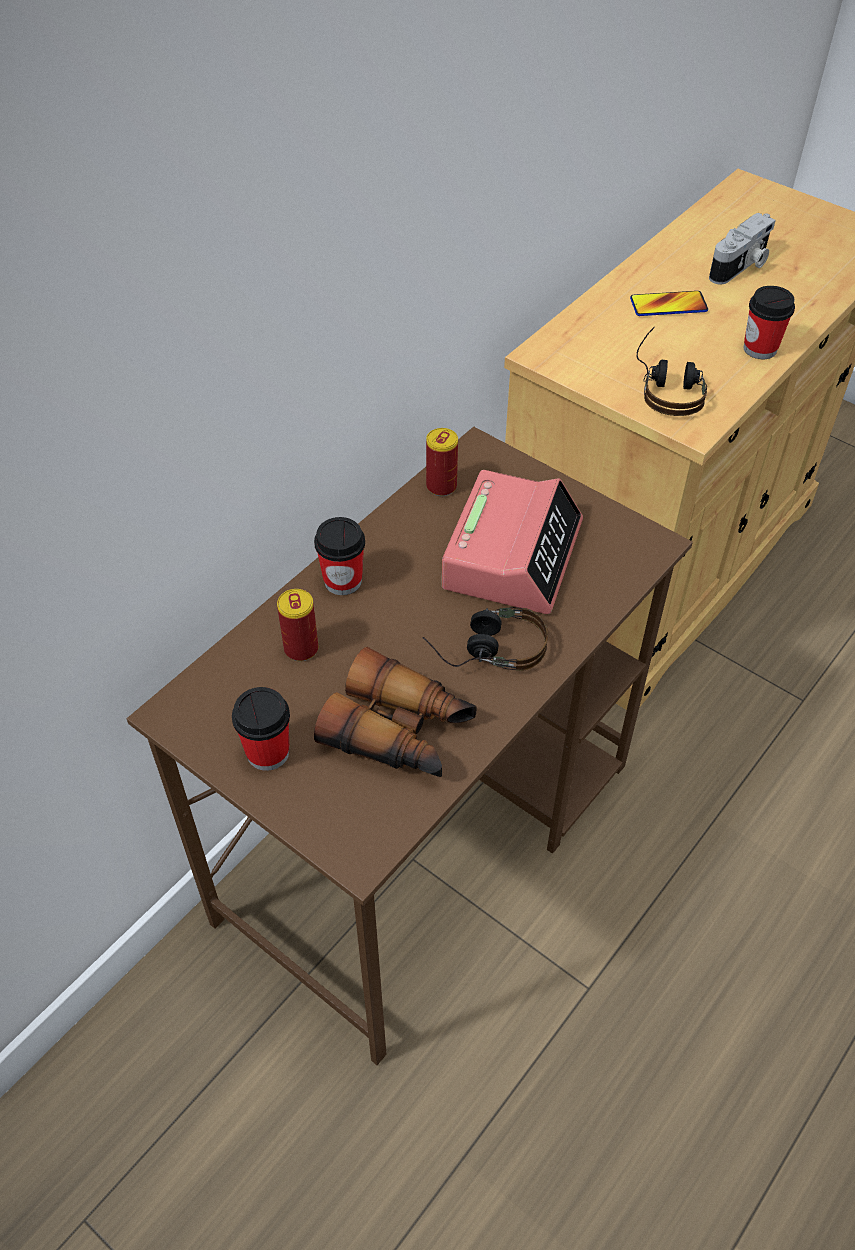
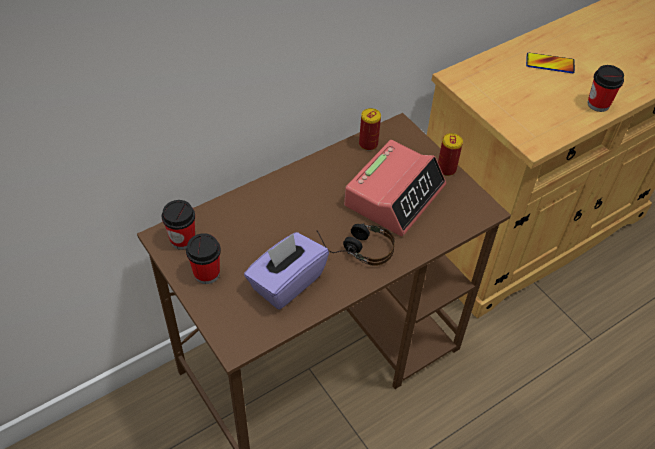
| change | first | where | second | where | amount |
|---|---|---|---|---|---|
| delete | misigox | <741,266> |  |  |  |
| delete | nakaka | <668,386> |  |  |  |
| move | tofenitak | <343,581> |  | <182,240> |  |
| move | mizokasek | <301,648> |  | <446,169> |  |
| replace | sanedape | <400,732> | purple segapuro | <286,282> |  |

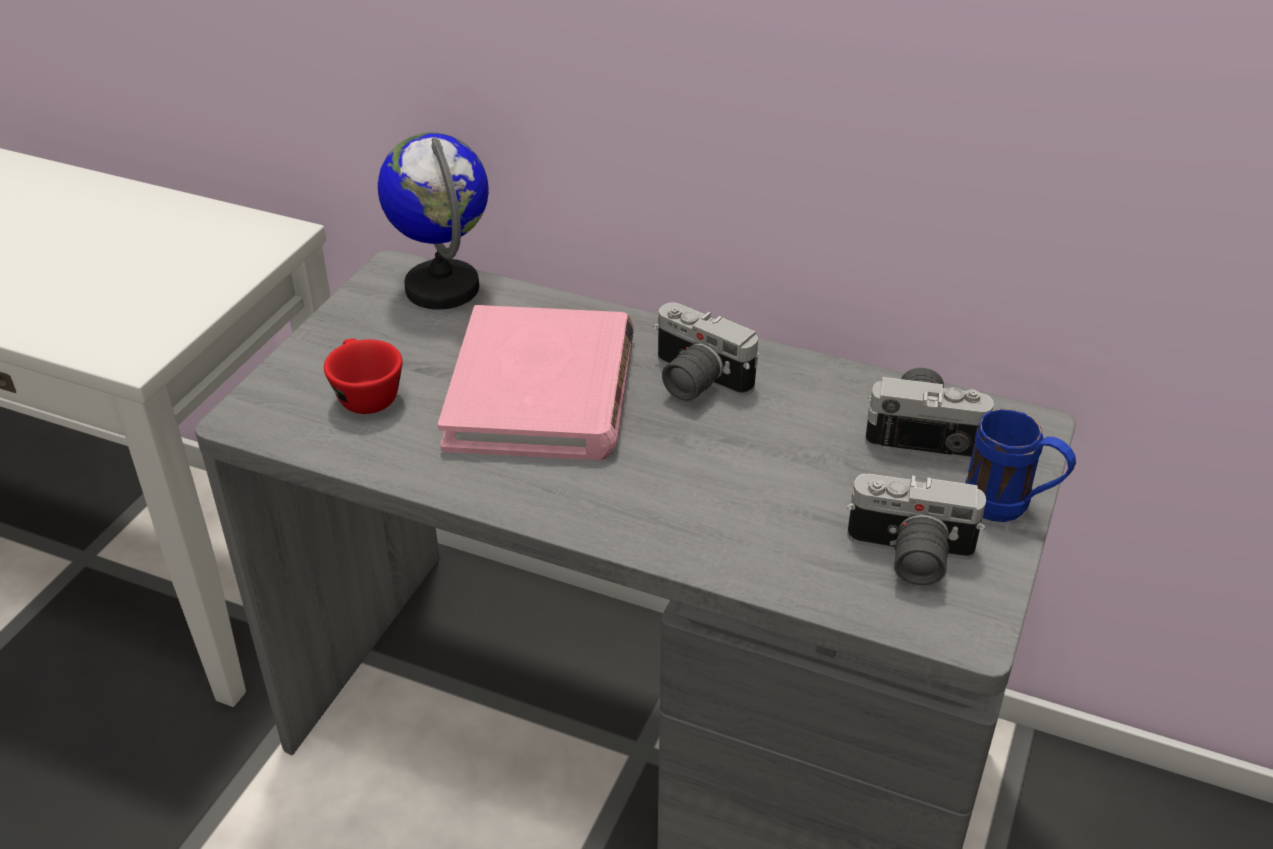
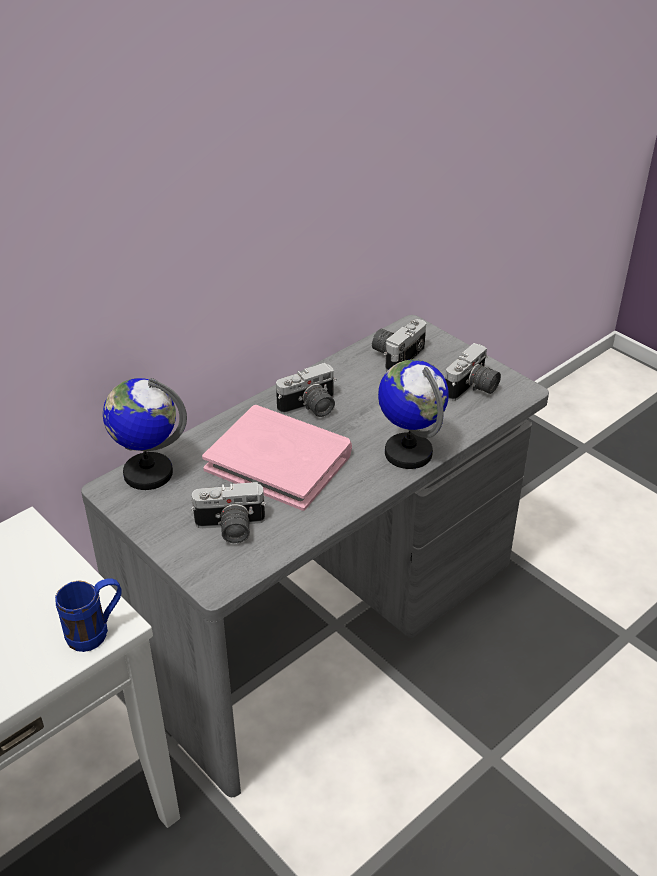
| change | first | where | second | where | amount |
|---|---|---|---|---|---|
| replace | red tofenitak | <364,394> | misigox | <230,529> |  |
| move | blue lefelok | <1009,508> |  | <96,633> |  |
| insert |  |  | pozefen | <408,452> |  |

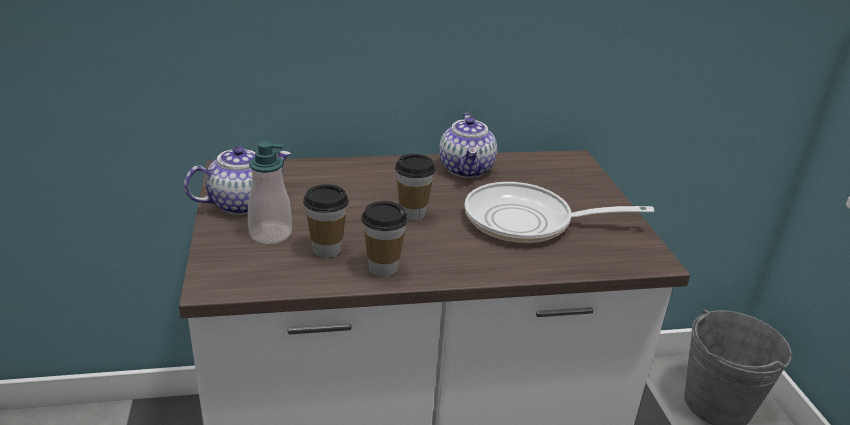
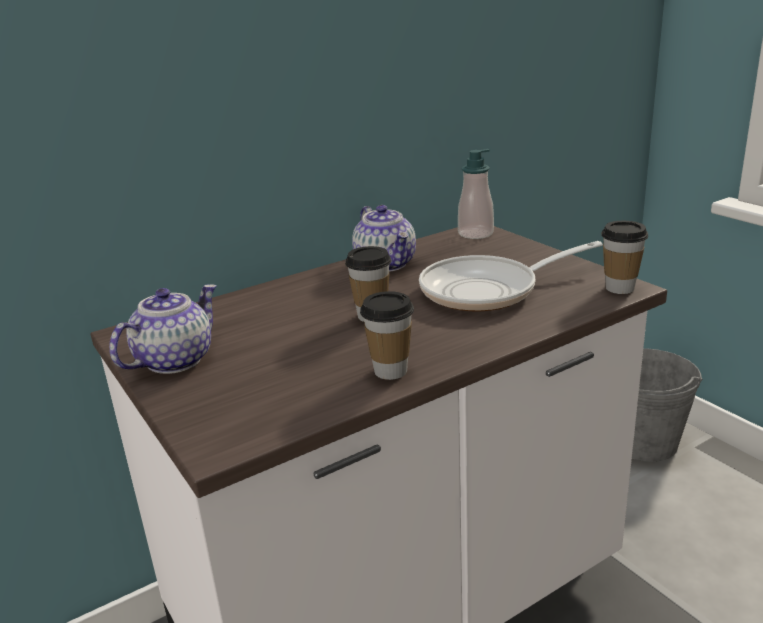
| change | first | where | second | where | amount |
|---|---|---|---|---|---|
| move | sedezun | <270,234> |  | <475,233> |  |
| move | tofenitak | <326,250> |  | <619,288> |  |

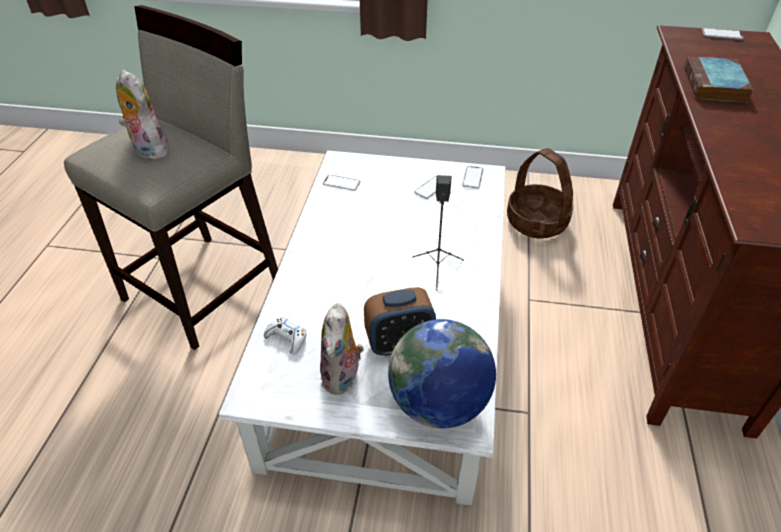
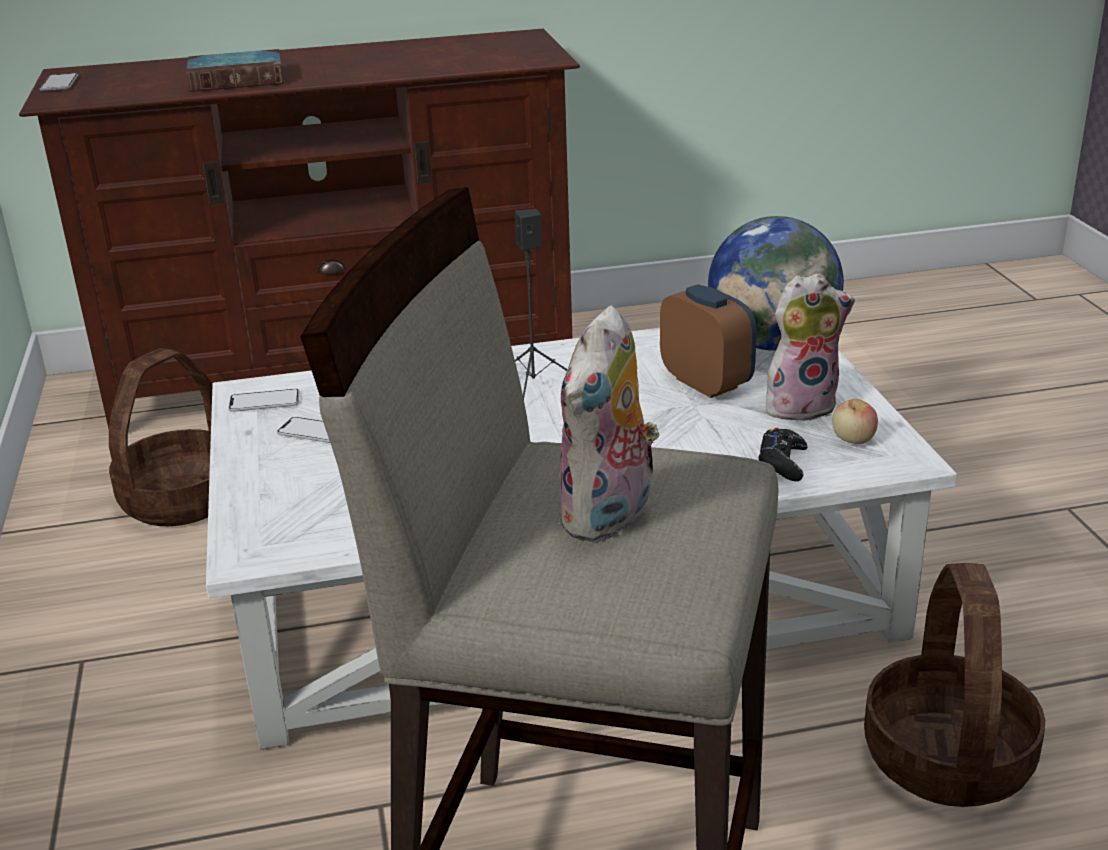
| change | first | where | second | where | amount |
|---|---|---|---|---|---|
| delete | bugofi | <341,183> |  |  |  |
| recolor | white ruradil | <287,338> | black ruradil | <782,463> |  |
| insert |  |  | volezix | <853,440> |  |
| insert |  |  | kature | <945,757> |  |

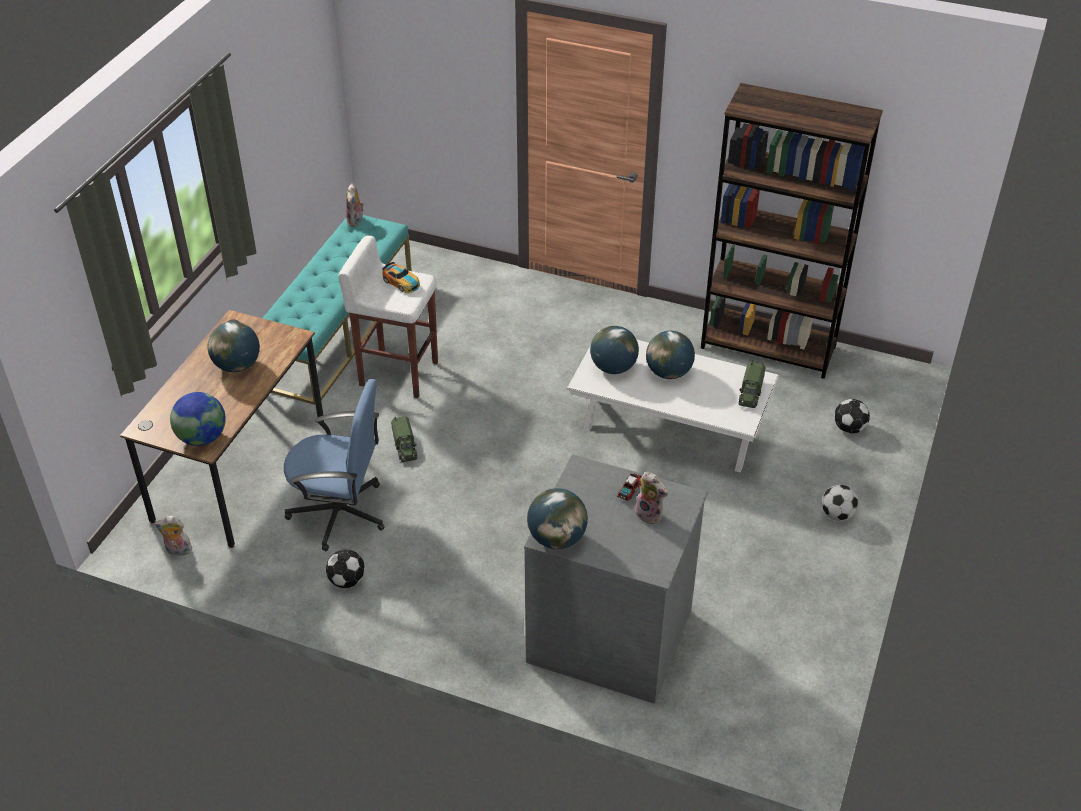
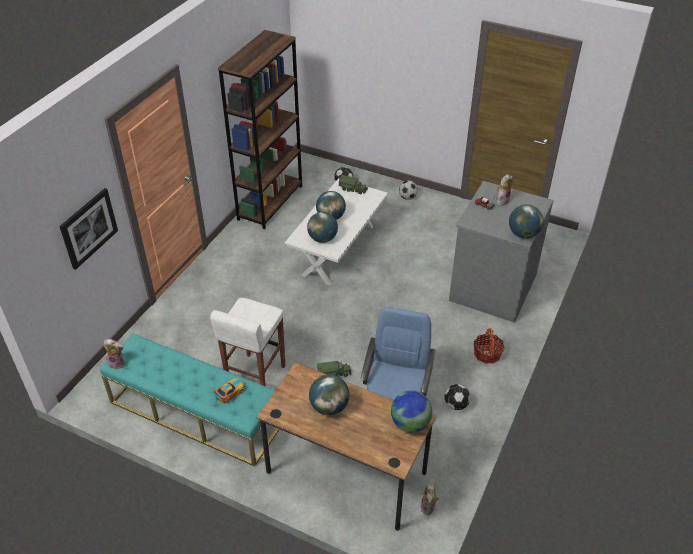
| change | first | where | second | where | amount |
|---|---|---|---|---|---|
| move | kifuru | <401,282> |  | <230,392> |  |
| insert |  |  | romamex | <88,228> |  |
| insert |  |  | kature | <487,354> |  |

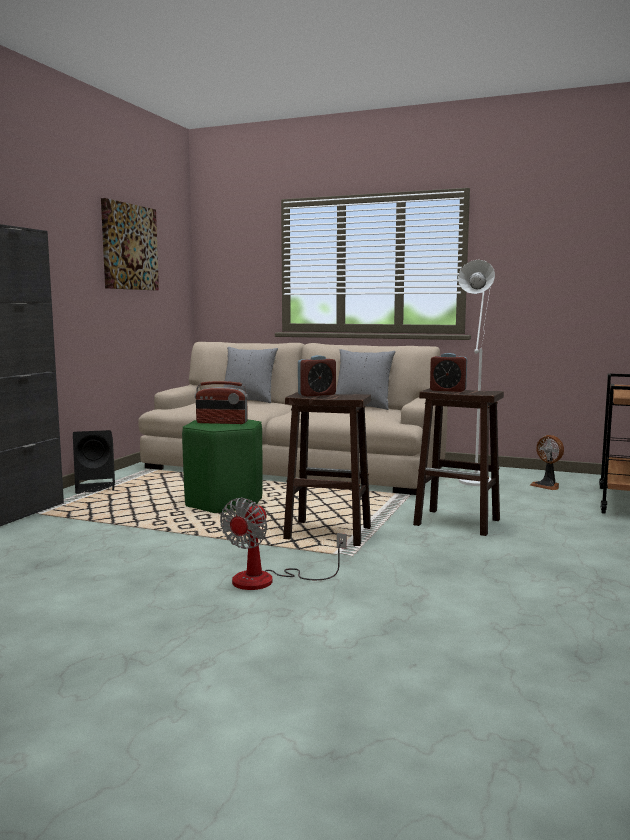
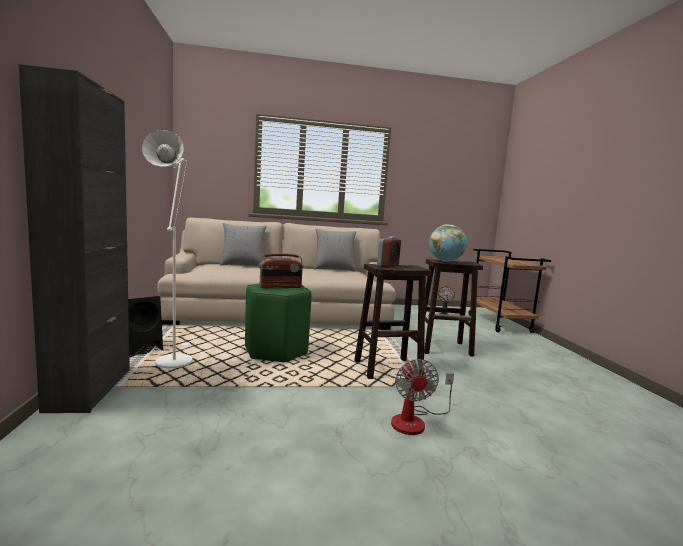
| change | first | where | second | where | amount |
|---|---|---|---|---|---|
| delete | romamex | <129,247> |  |  |  |
| move | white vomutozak | <475,480> |  | <174,359> |  |
| replace | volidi | <448,390> | pozefen | <445,261> |  |

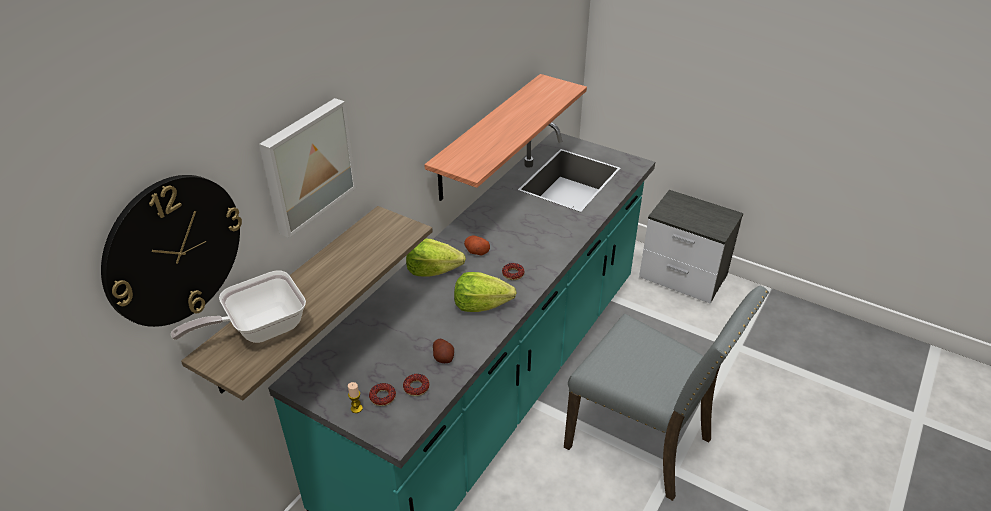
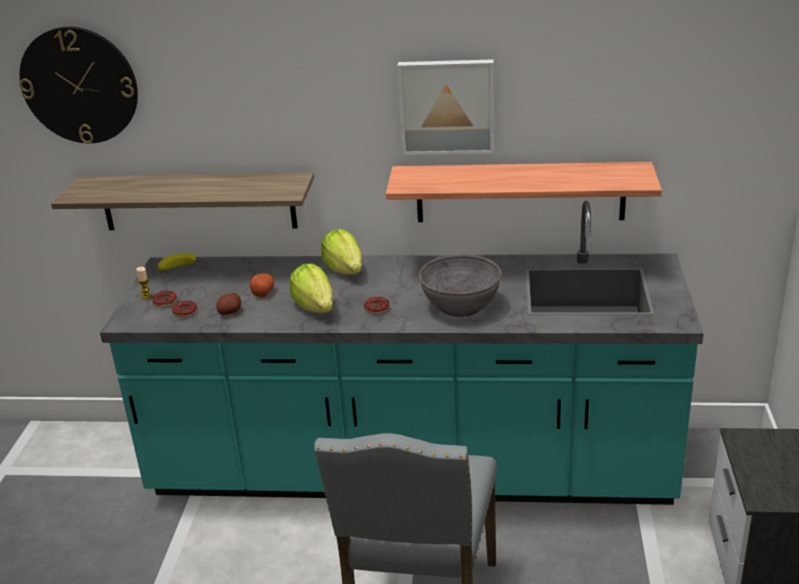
| change | first | where | second | where | amount |
|---|---|---|---|---|---|
| move | romamex | <307,165> |  | <447,106> |  |
| move | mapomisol | <476,251> |  | <262,292> |  |
| delete | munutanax | <259,329> |  |  |  |
| insert |  |  | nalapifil | <177,268> |  |
| insert |  |  | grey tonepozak | <460,305> |  |

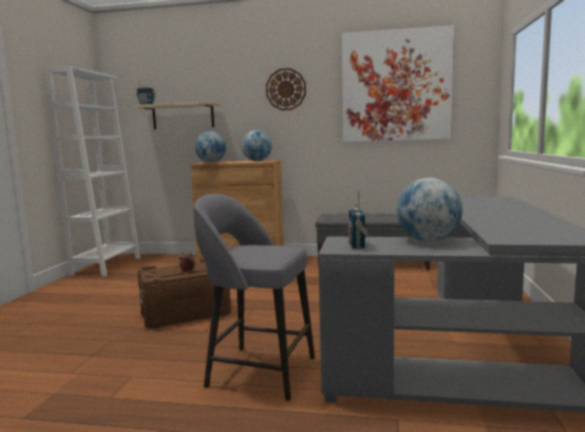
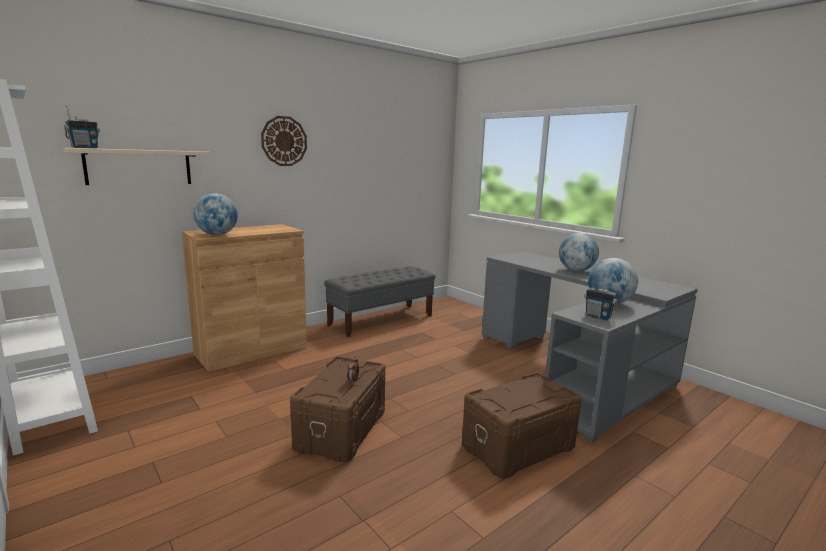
| change | first | where | second | where | amount |
|---|---|---|---|---|---|
| delete | romamex | <396,86> |  |  |  |
| move | pozefen | <257,161> |  | <576,270> |  |
| replace | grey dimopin | <258,371> | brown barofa | <517,446> |  |

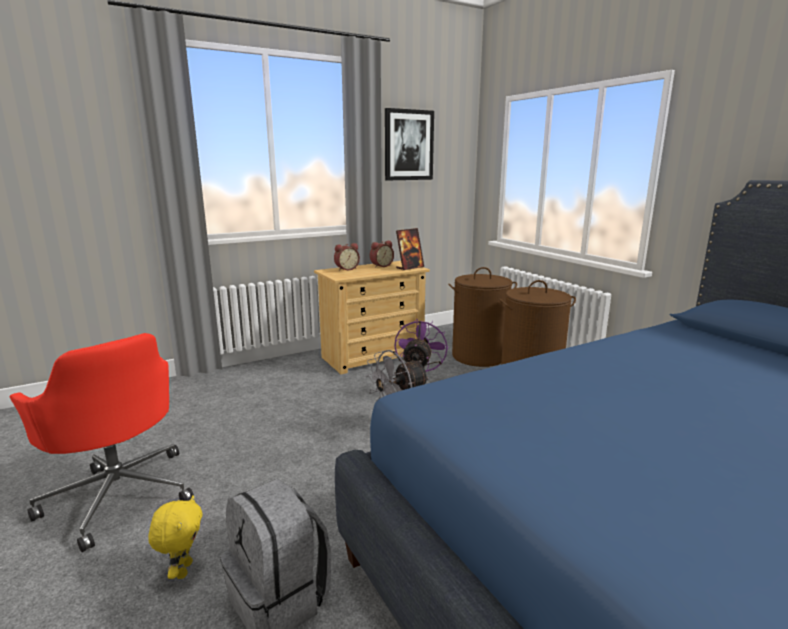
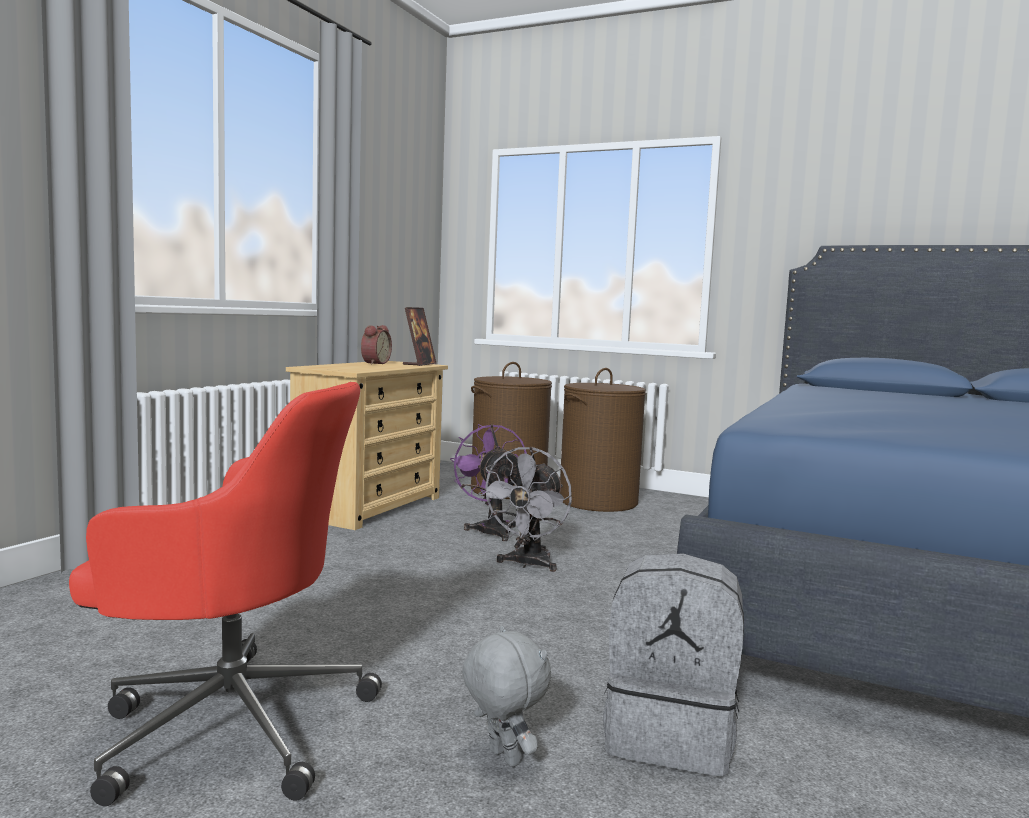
| change | first | where | second | where | amount |
|---|---|---|---|---|---|
| delete | romamex | <408,145> |  |  |  |
| delete | volidi | <346,269> |  |  |  |
| recolor | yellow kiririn | <183,570> | grey kiririn | <502,758> |  |

